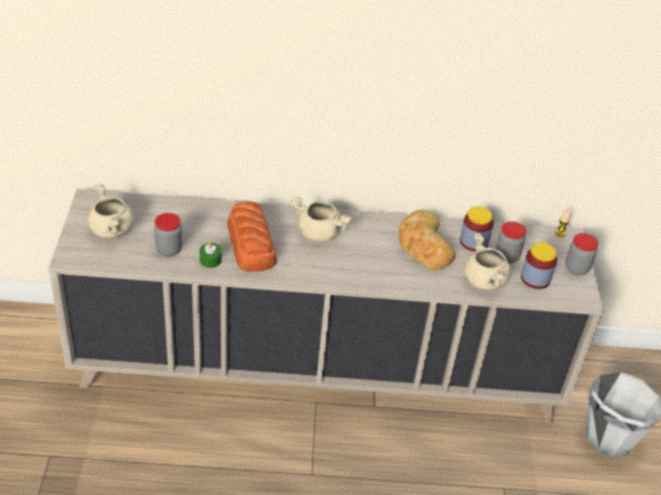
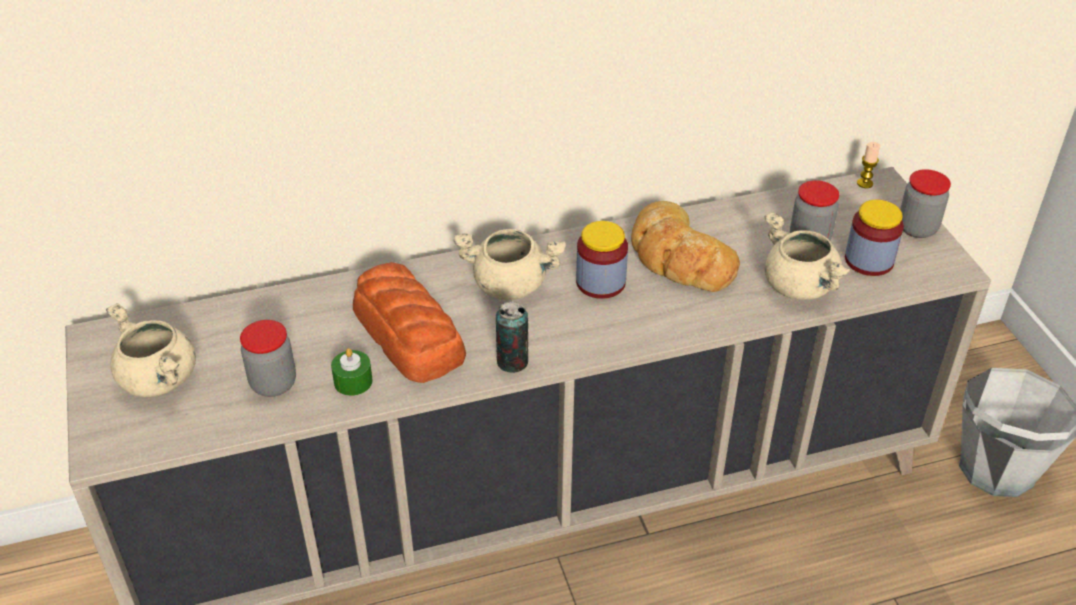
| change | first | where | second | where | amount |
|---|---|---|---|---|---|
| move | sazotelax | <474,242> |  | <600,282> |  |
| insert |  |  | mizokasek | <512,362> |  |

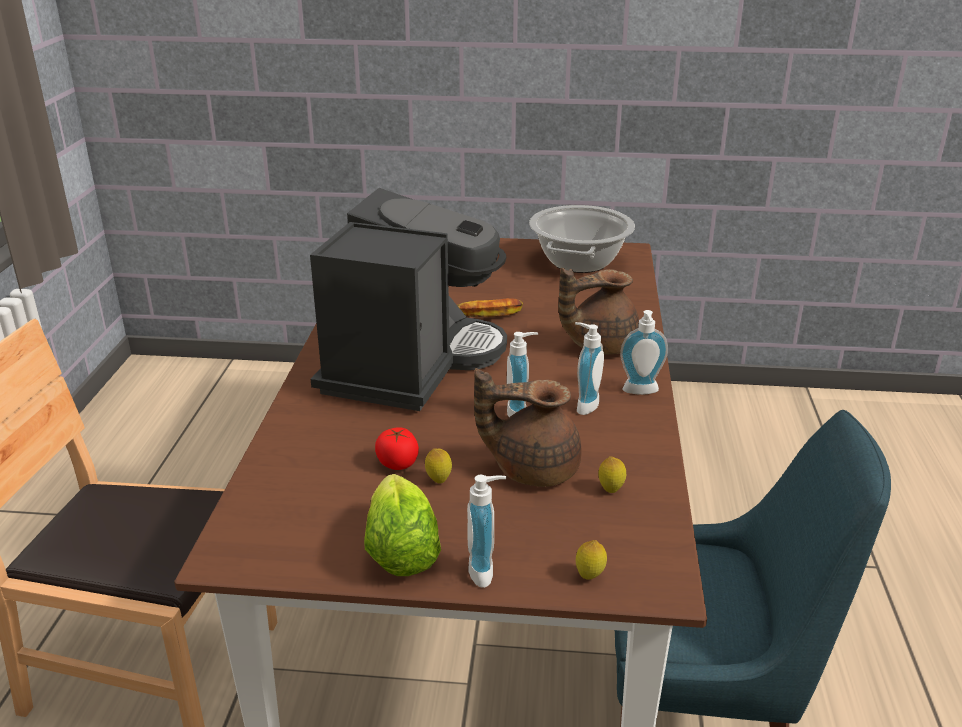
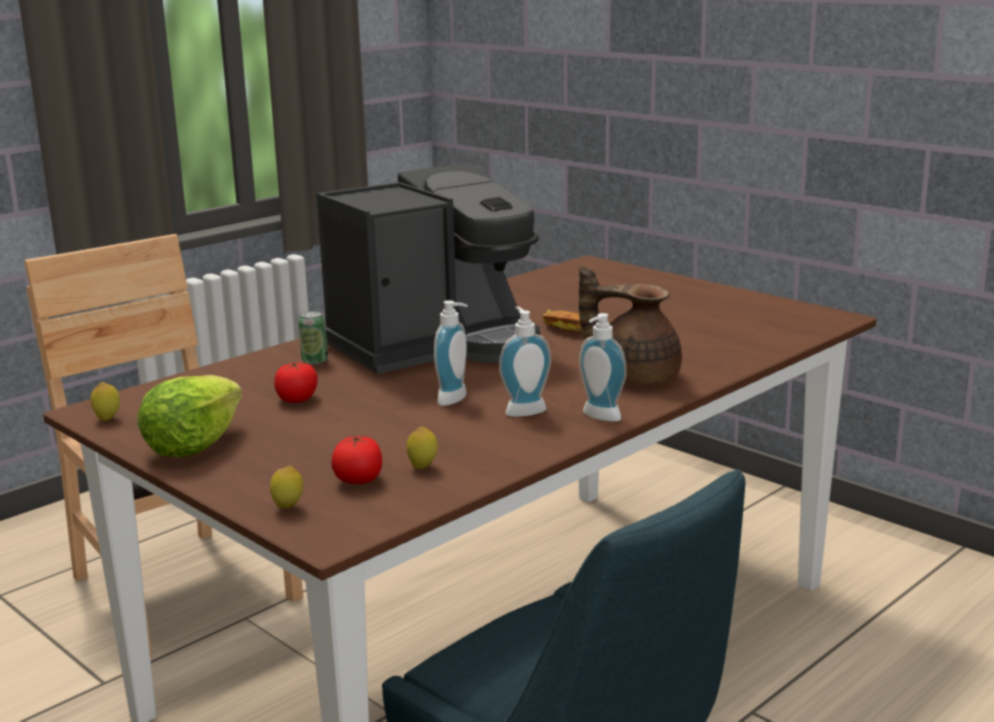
| change | first | where | second | where | amount |
|---|---|---|---|---|---|
| delete | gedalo | <580,262> |  |  |  |
| delete | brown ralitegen | <532,468> |  |  |  |
| move | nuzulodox | <438,480> |  | <107,419> |  |
| delete | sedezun | <486,571> |  |  |  |
| insert |  |  | mizokasek | <315,361> |  |
| insert |  |  | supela | <358,480> |  |

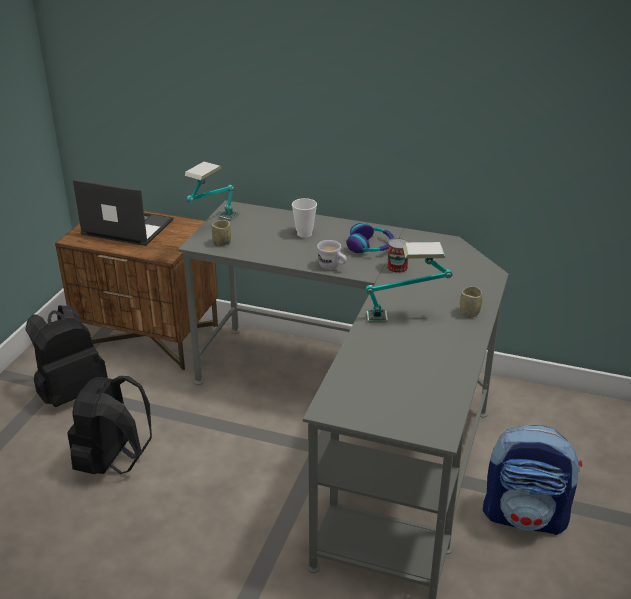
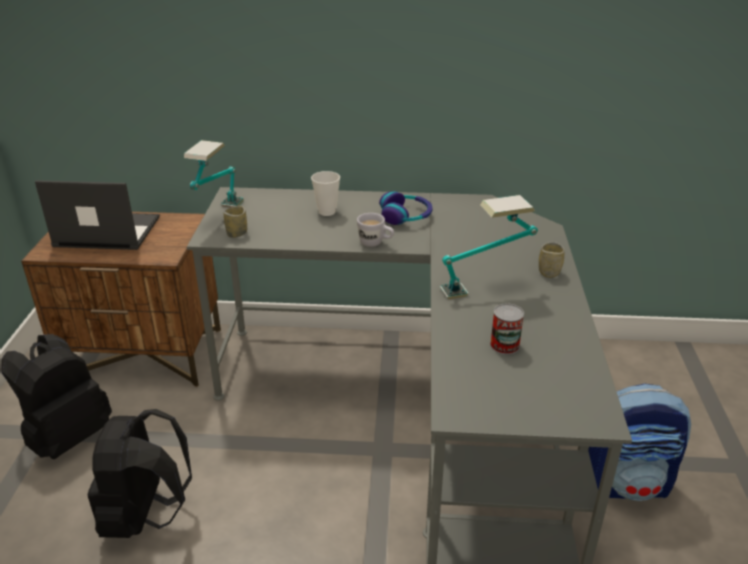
| change | first | where | second | where | amount |
|---|---|---|---|---|---|
| move | mizokasek | <397,268> |  | <504,345> |  |

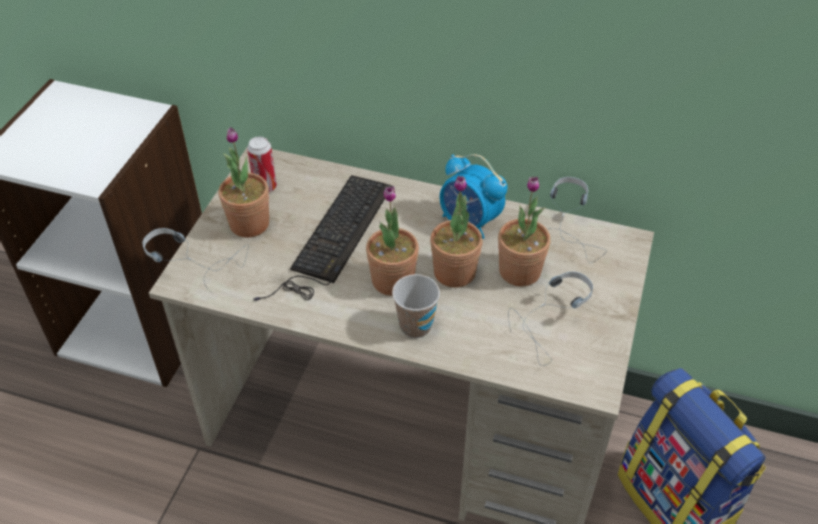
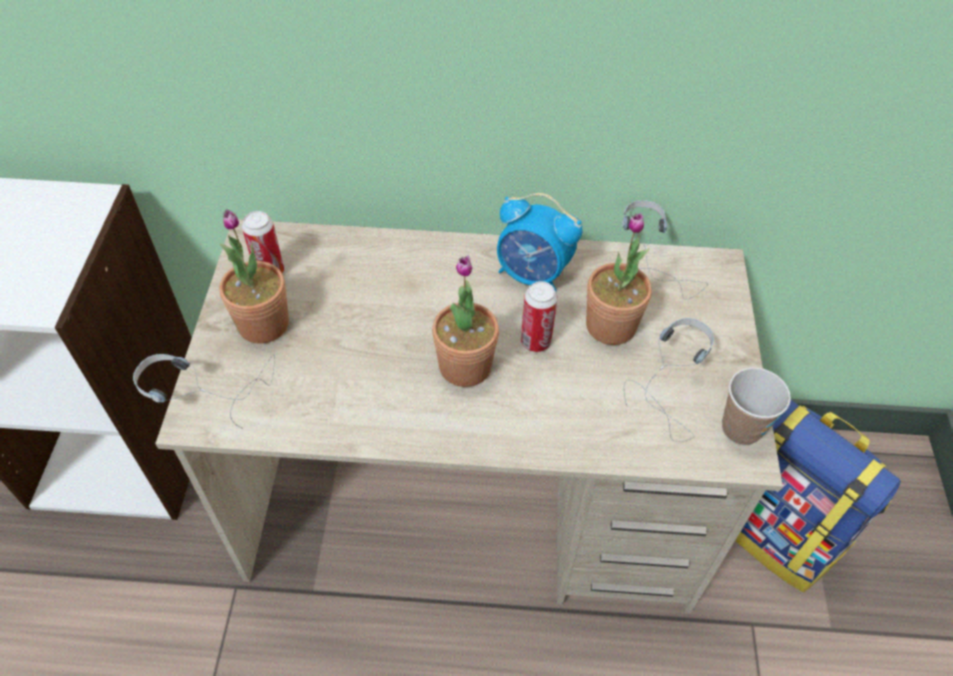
| change | first | where | second | where | amount |
|---|---|---|---|---|---|
| delete | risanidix | <332,239> |  |  |  |
| replace | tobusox | <454,272> | mizokasek | <535,341> |  |
| move | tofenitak | <415,326> |  | <741,429> |  |

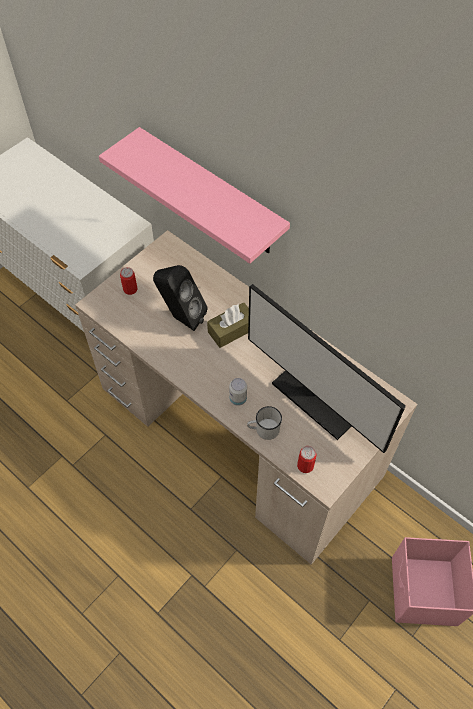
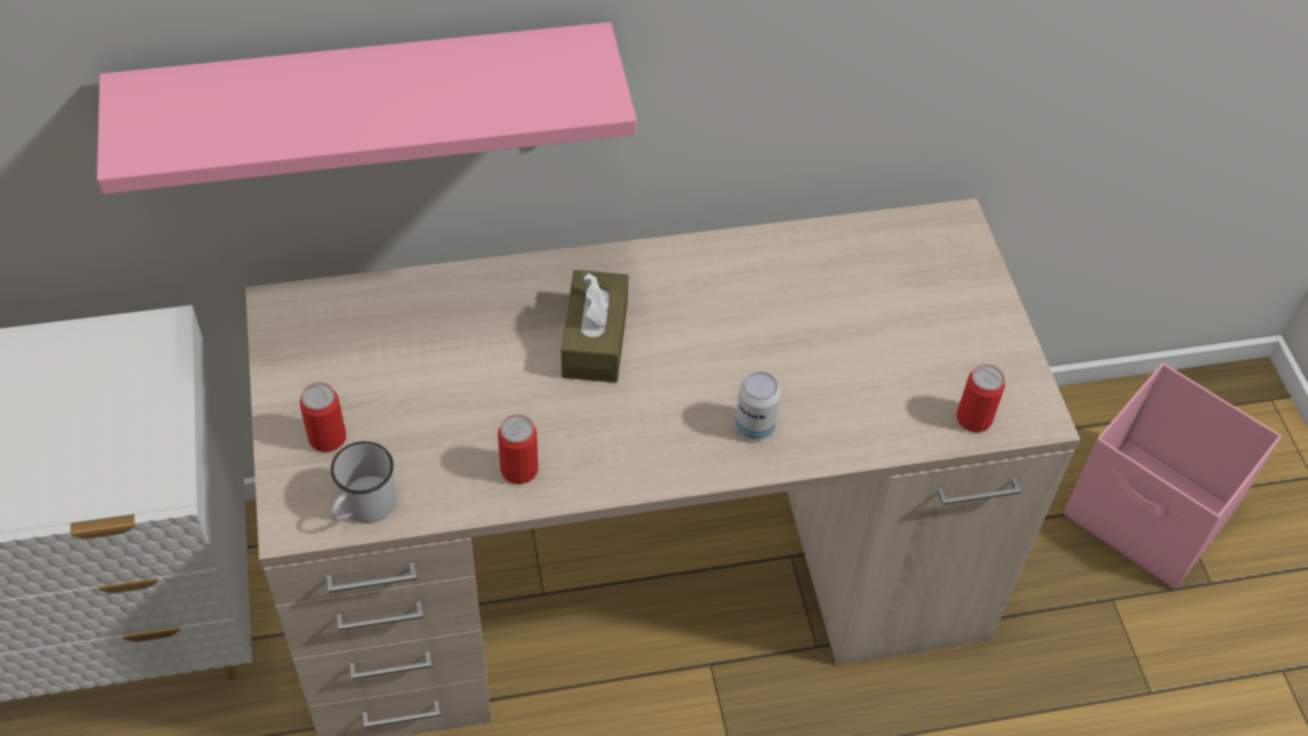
| change | first | where | second | where | amount |
|---|---|---|---|---|---|
| delete | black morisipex | <181,317> |  |  |  |
| delete | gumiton | <317,398> |  |  |  |
| move | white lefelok | <263,429> |  | <362,507> |  |
| insert |  |  | mizokasek | <519,469> |  |

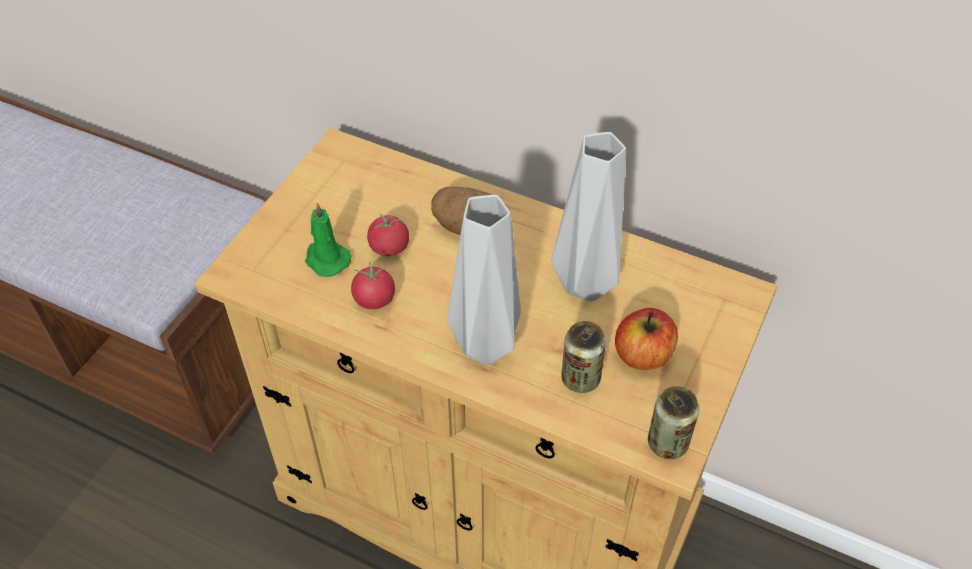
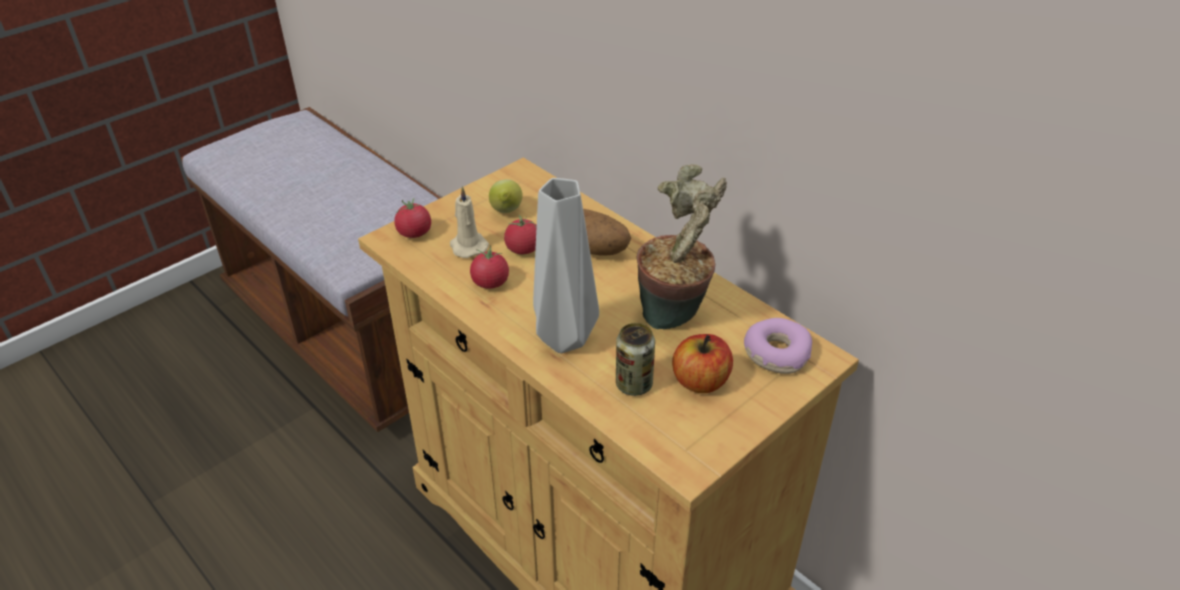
| change | first | where | second | where | amount |
|---|---|---|---|---|---|
| replace | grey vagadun | <585,286> | tobusox | <675,316> |  |
| recolor | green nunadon | <326,259> | beige nunadon | <468,246> |  |
| delete | mizokasek | <667,443> |  |  |  |
| insert |  |  | nuzulodox | <506,212> |  |
| insert |  |  | supela | <414,233> |  |
| insert |  |  | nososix | <776,353> |  |

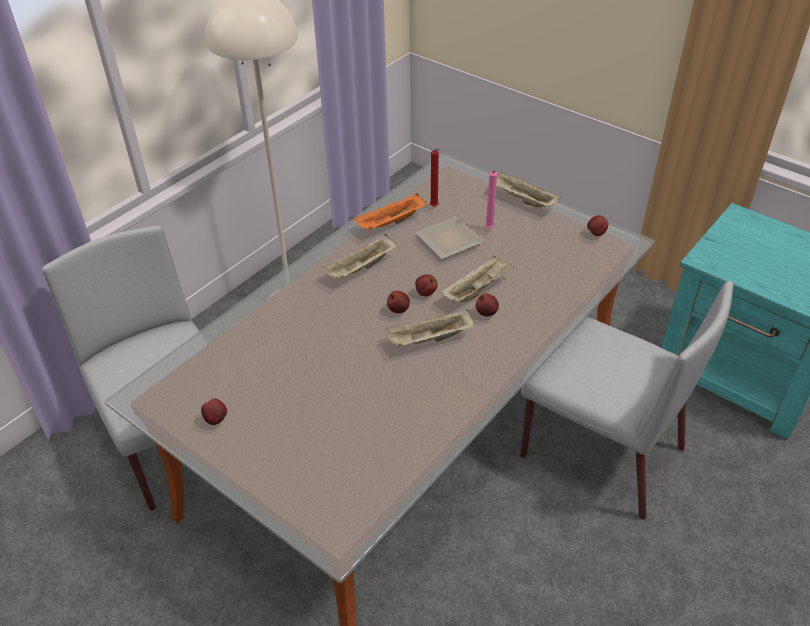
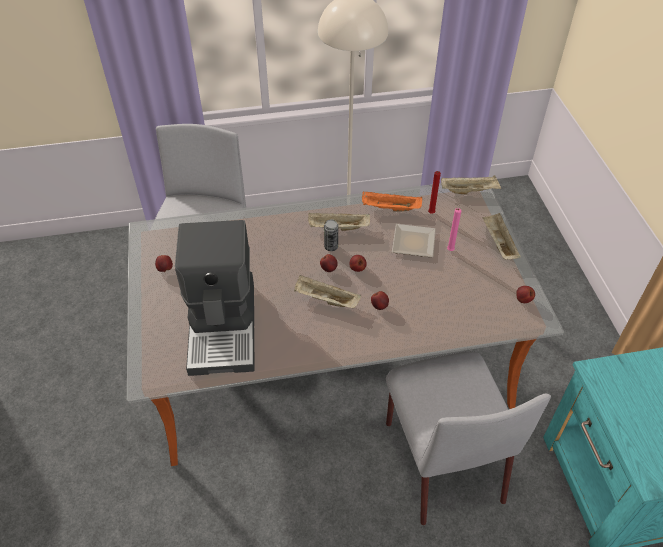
| change | first | where | second | where | amount |
|---|---|---|---|---|---|
| move | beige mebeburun | <477,289> |  | <469,191> |  |
| insert |  |  | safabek | <224,326> |  |
| insert |  |  | mizokasek | <331,247> |  |

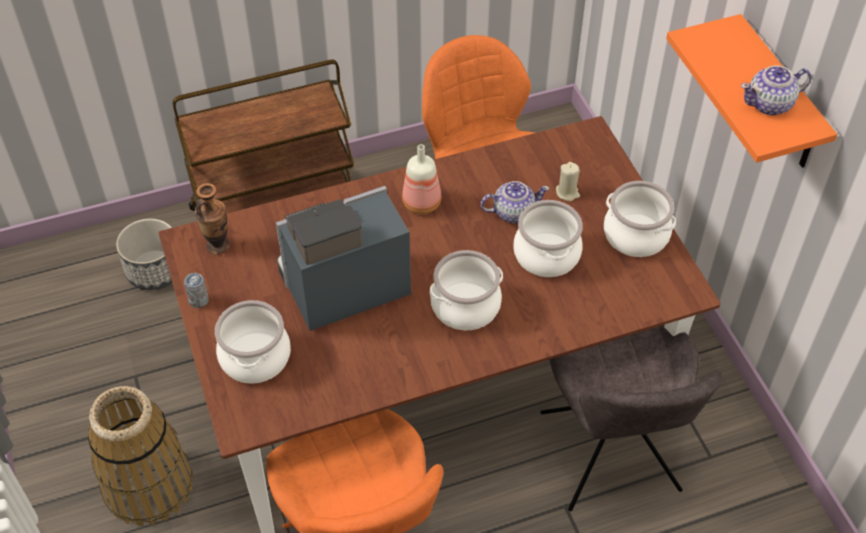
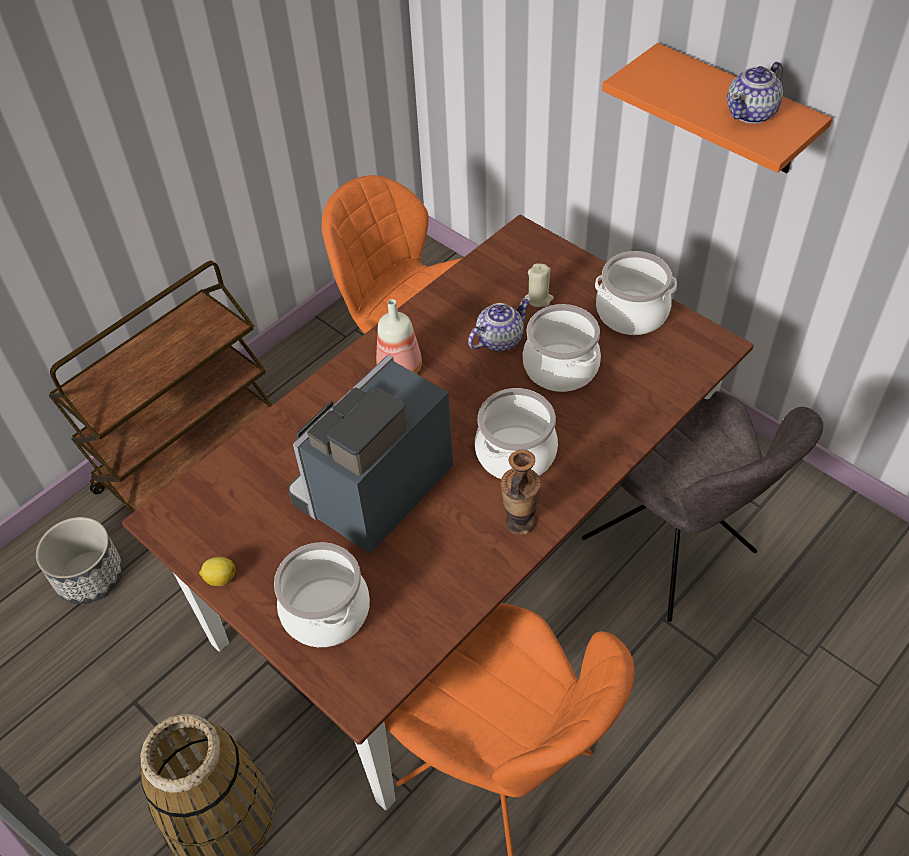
| change | first | where | second | where | amount |
|---|---|---|---|---|---|
| move | vagadun | <218,246> |  | <519,523> |  |
| replace | mizokasek | <199,301> | nuzulodox | <220,578> |  |

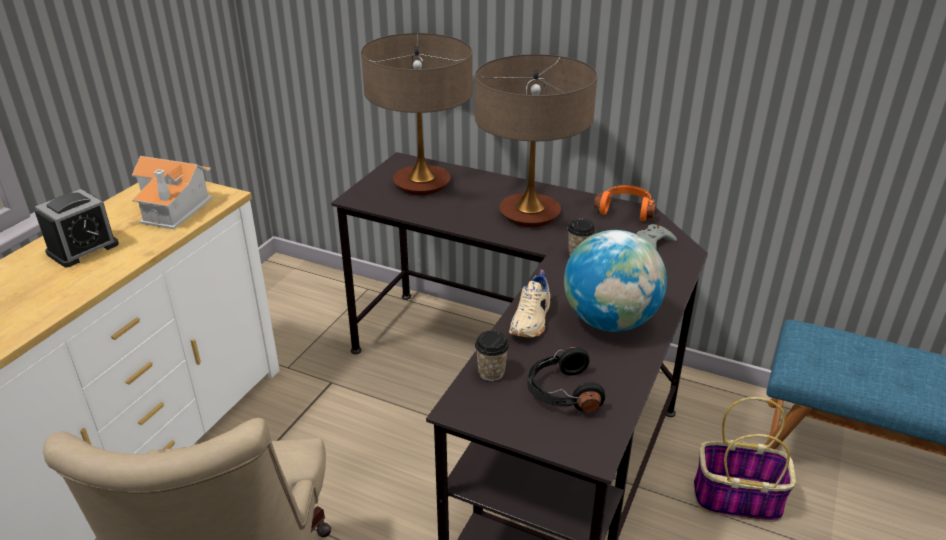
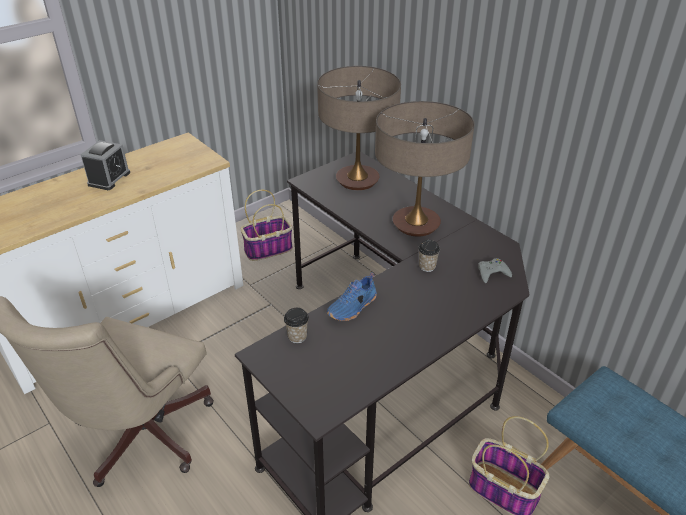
| change | first | where | second | where | amount |
|---|---|---|---|---|---|
| delete | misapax | <174,208> |  |  |  |
| delete | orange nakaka | <626,210> |  |  |  |
| rotate | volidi | <83,249> |  | <109,178> | 45 degrees counterclockwise |
| delete | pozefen | <610,321> |  |  |  |
| recolor | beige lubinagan | <532,320> | blue lubinagan | <353,308> |  |
| delete | black nakaka | <562,392> |  |  |  |
| insert |  |  | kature | <268,249> |  |

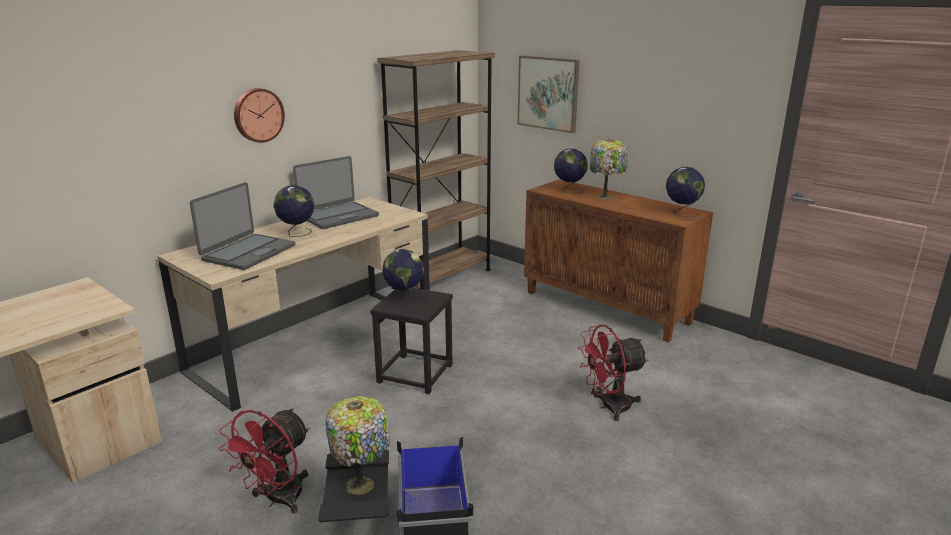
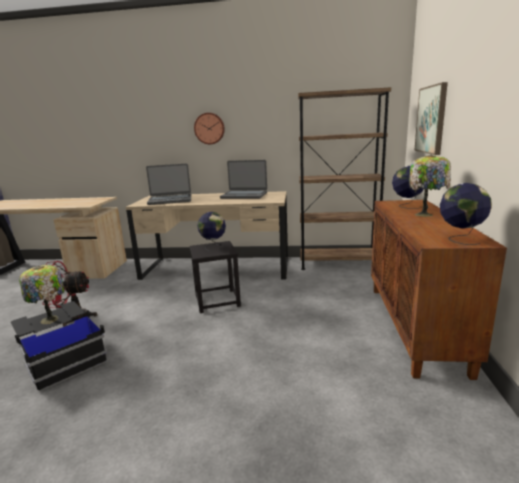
| change | first | where | second | where | amount |
|---|---|---|---|---|---|
| delete | pozefen | <297,233> |  |  |  |
| delete | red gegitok | <608,407> |  |  |  |

